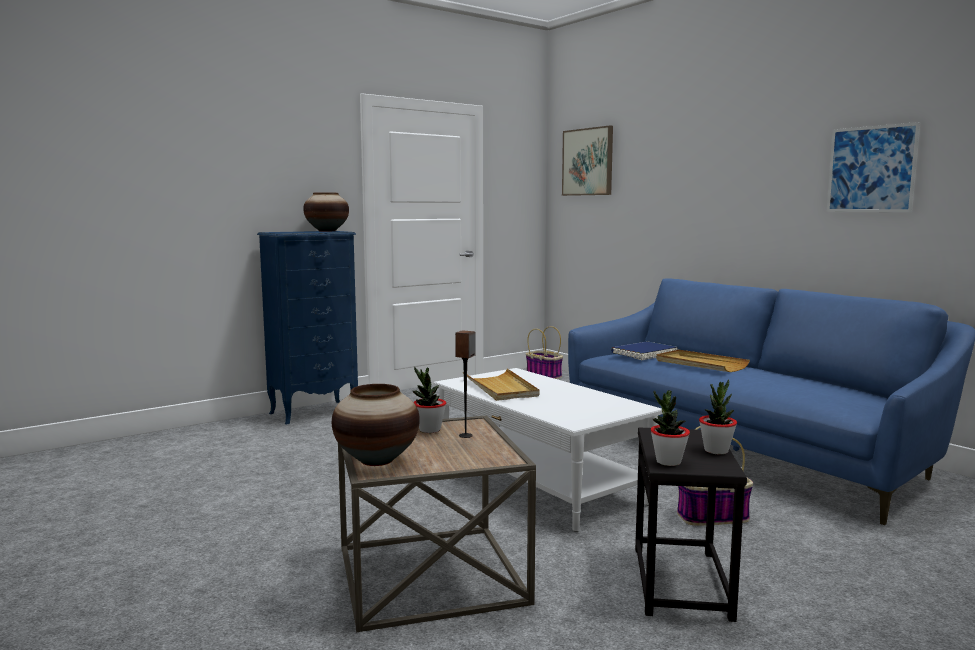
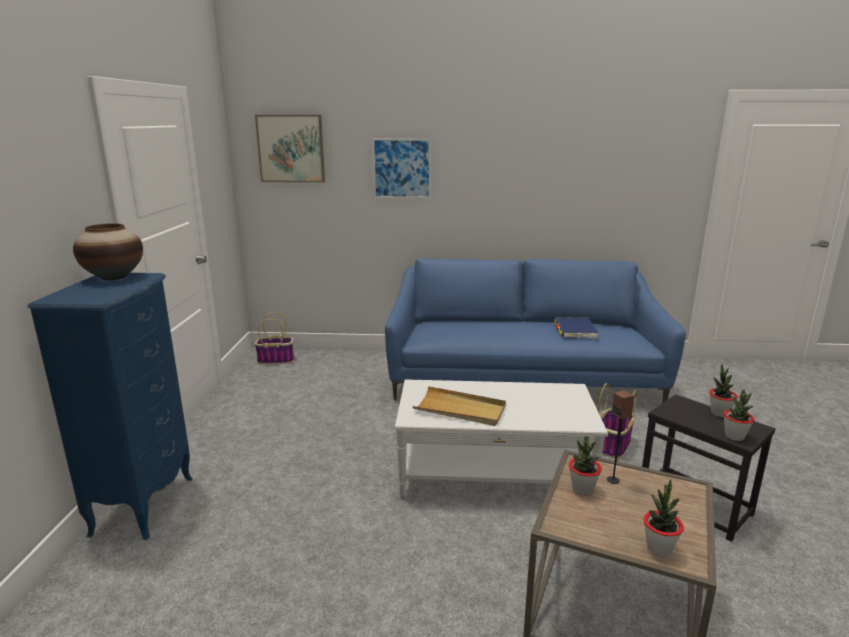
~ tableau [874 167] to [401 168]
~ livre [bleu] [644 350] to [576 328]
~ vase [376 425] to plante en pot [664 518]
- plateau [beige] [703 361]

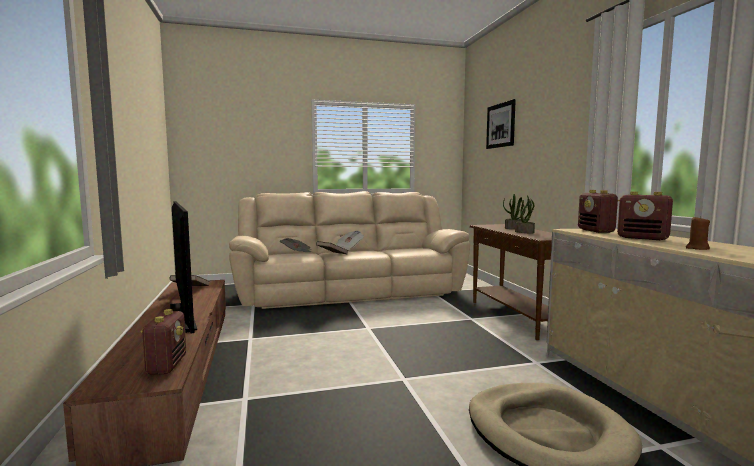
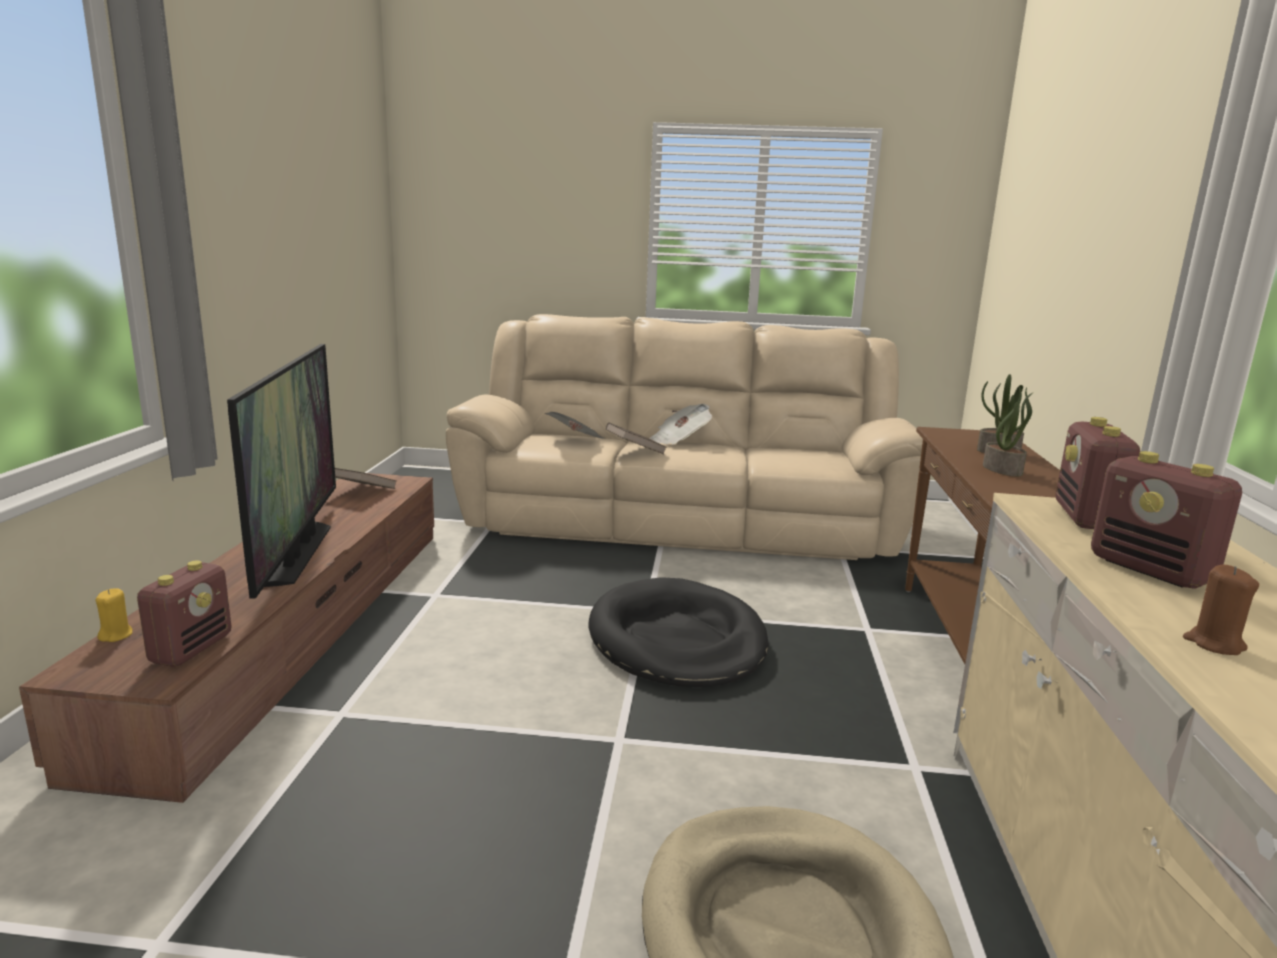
+ bougie [jaune] [114 615]
+ panier pour chien [noir] [679 632]
- tableau [501 124]

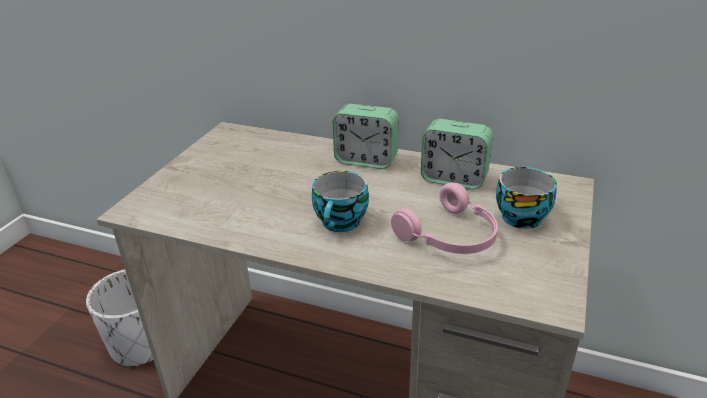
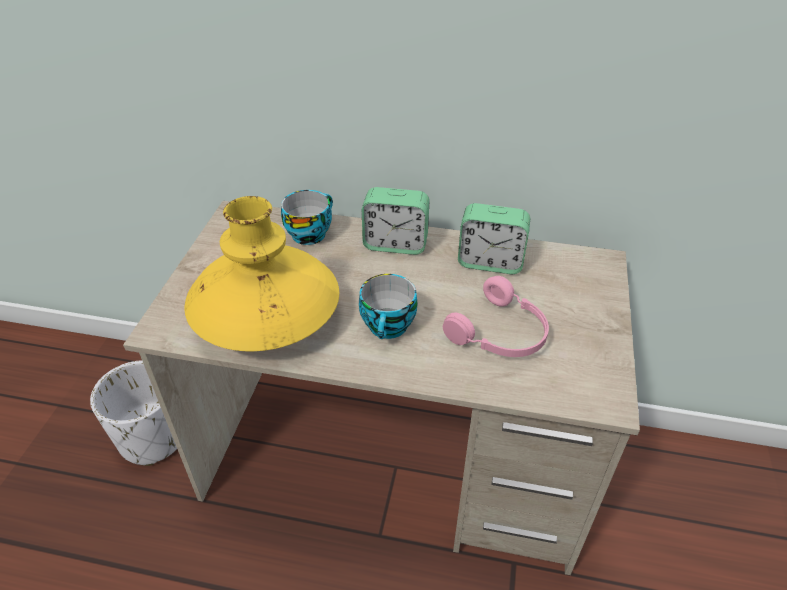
+ vase [jaune] [262 273]
~ tasse [526 198] to [307 217]

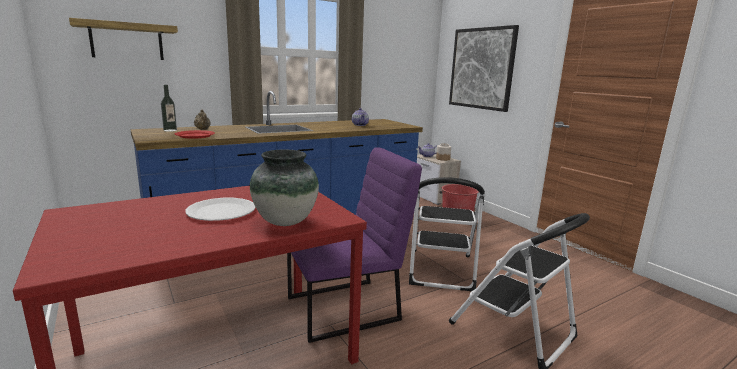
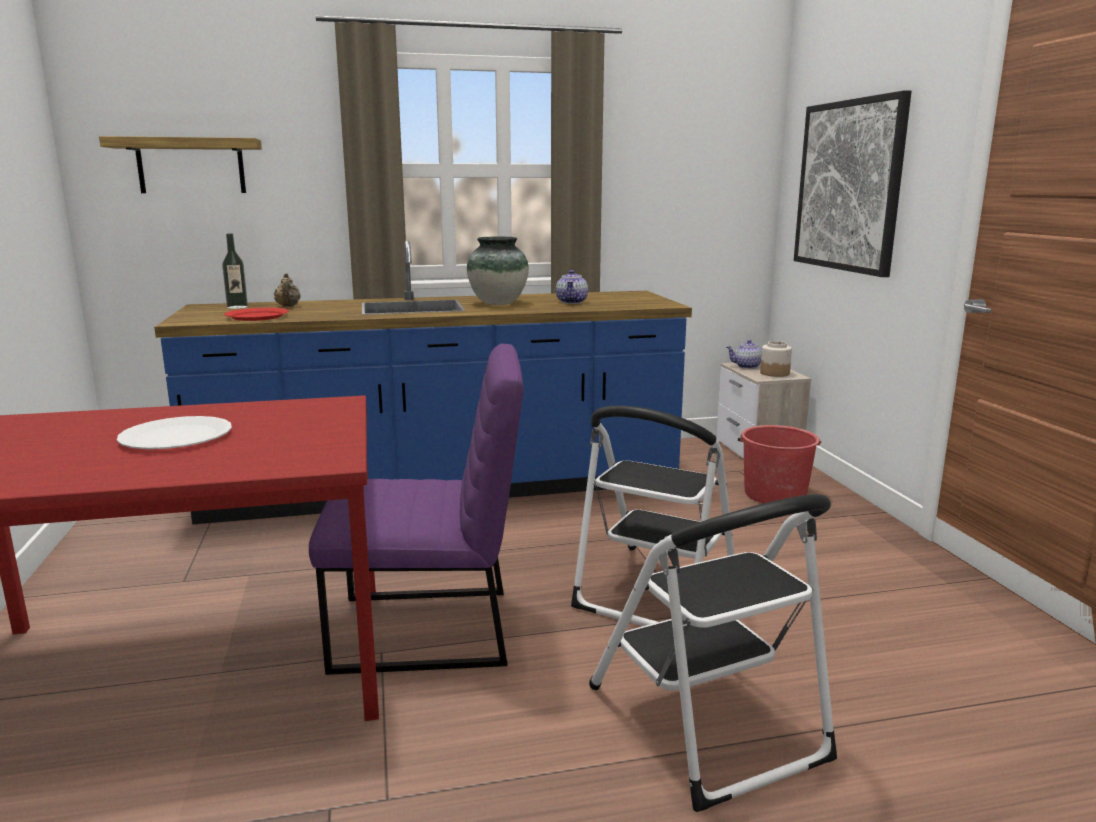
~ vase [284 188] to [498 270]

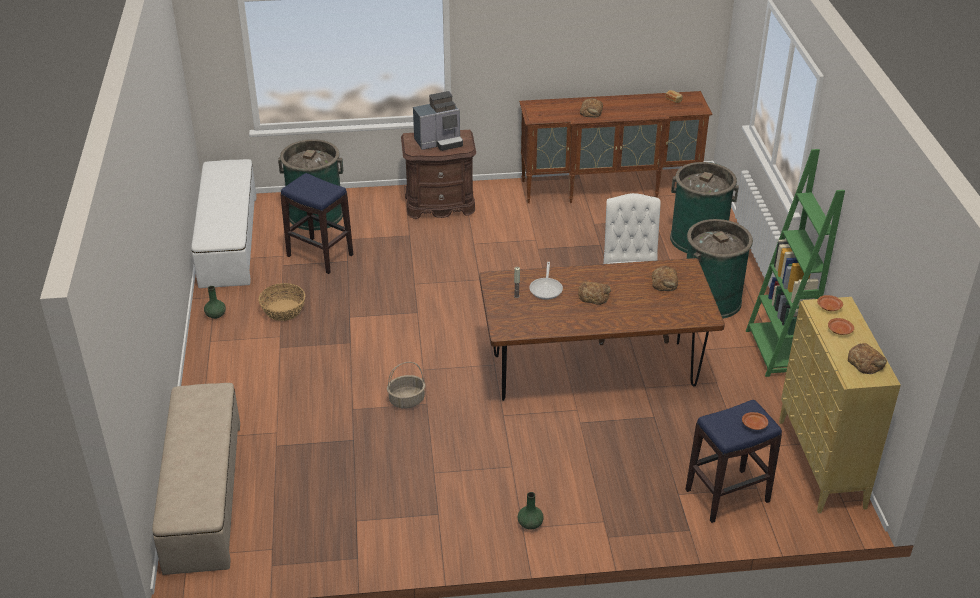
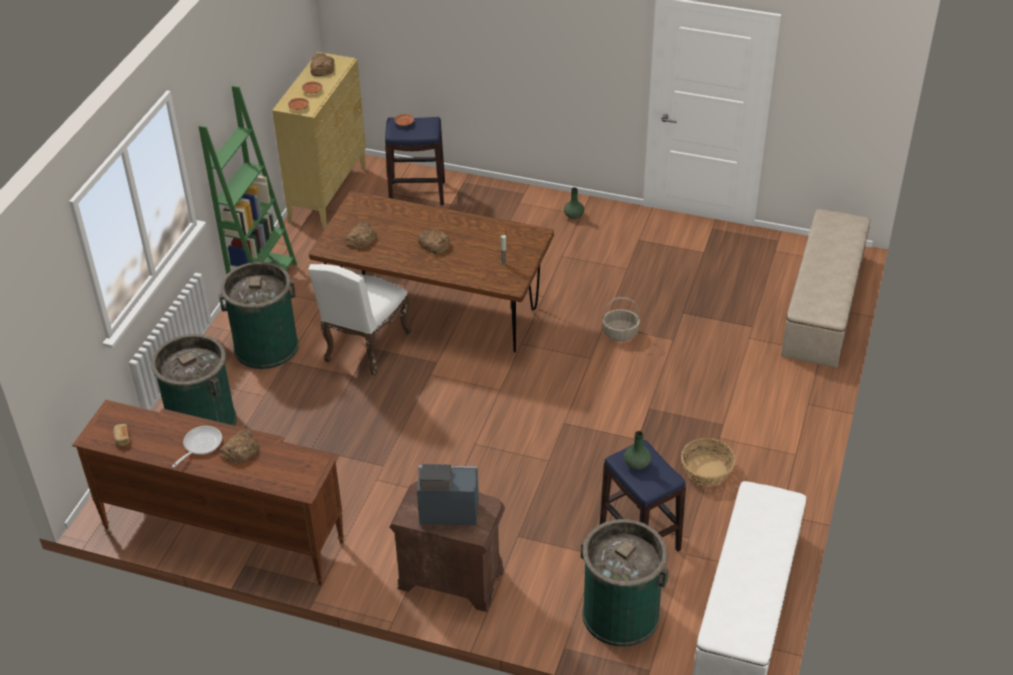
~ poêle [546 281] to [197 447]
~ vase [vert] [215 302] to [637 450]

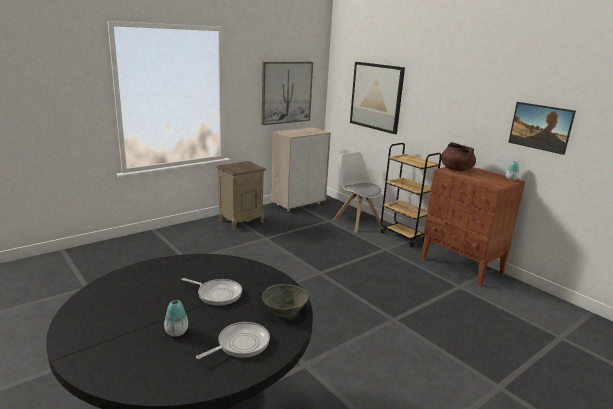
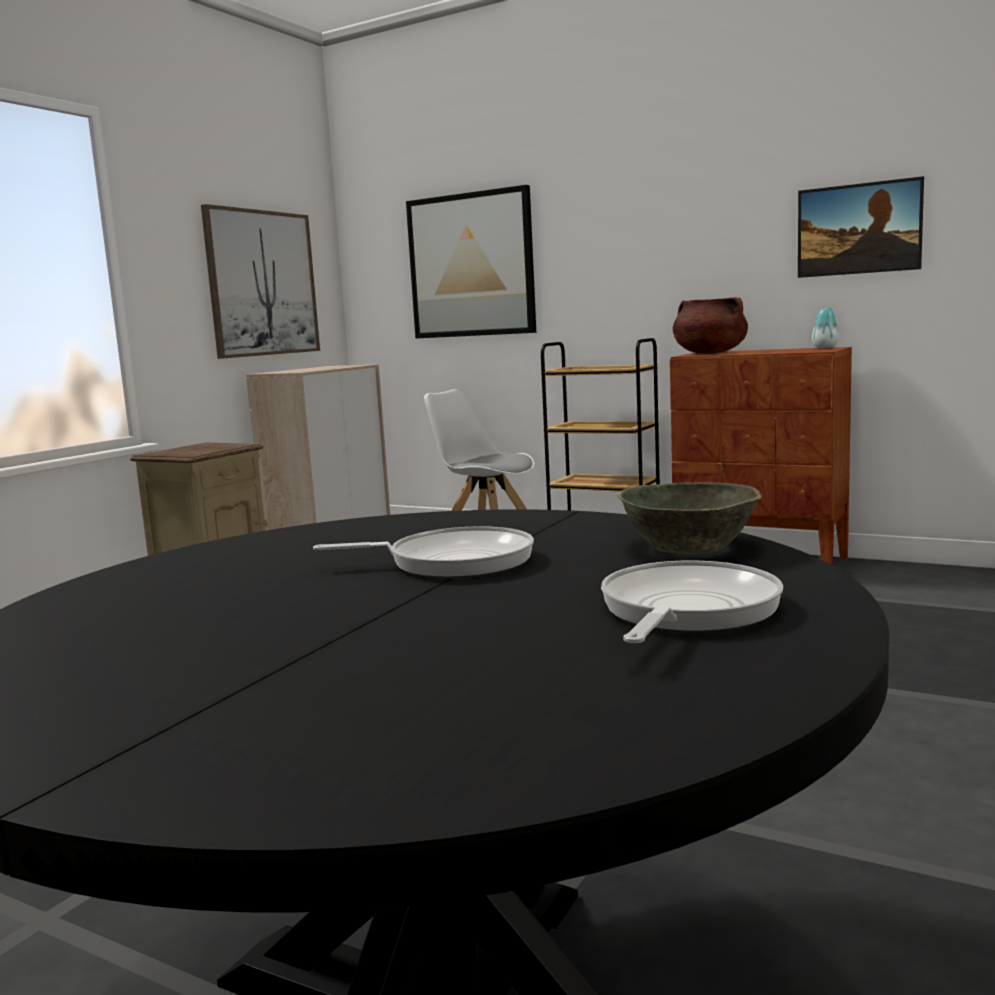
- vase [176 318]

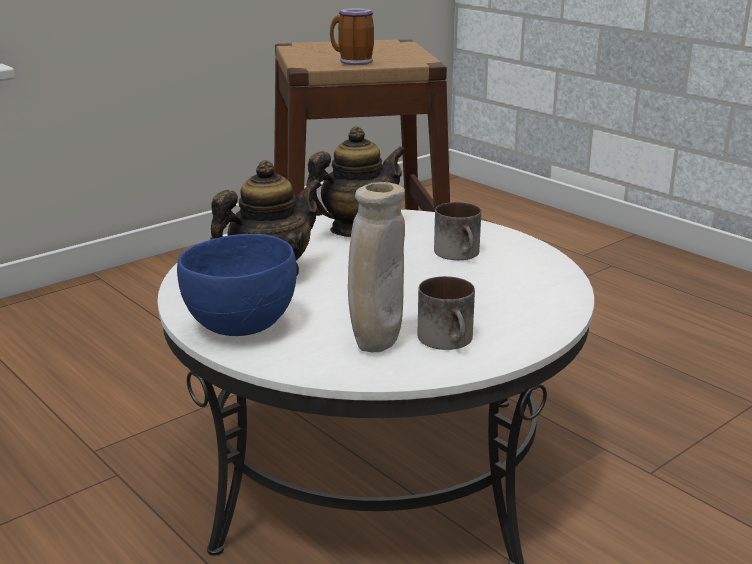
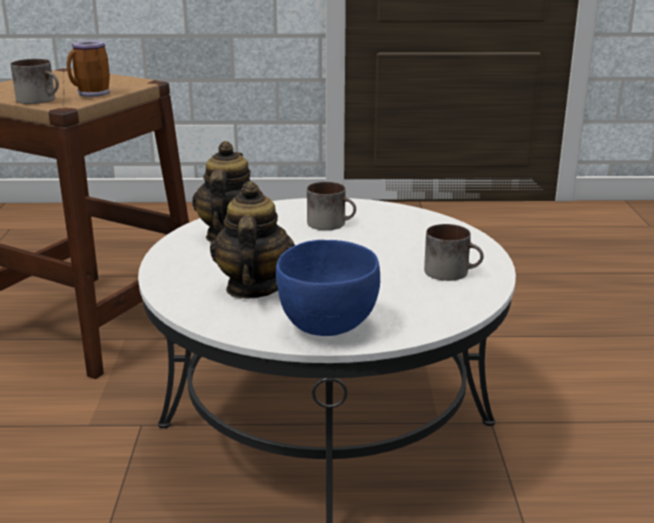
+ mug [35 81]
- vase [beige] [376 267]

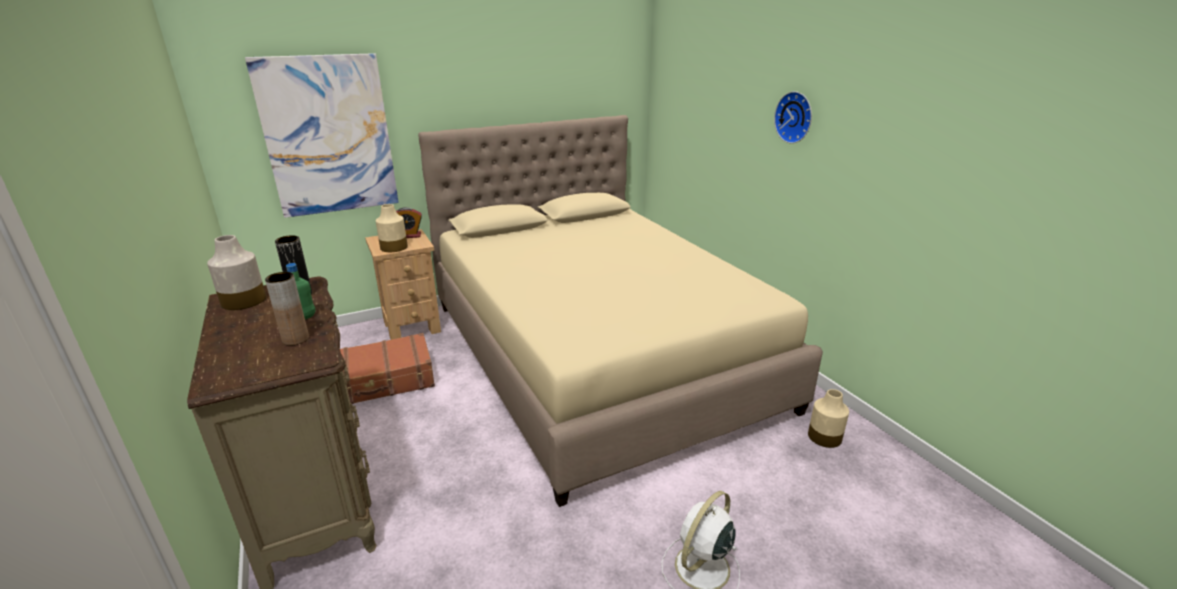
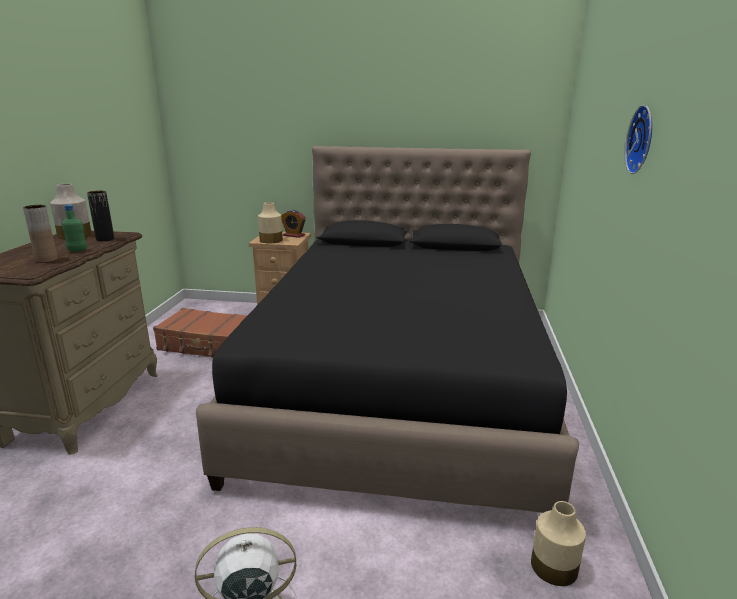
~ lit [beige] [620 311] to lit [noir] [387 329]
- tableau [322 135]

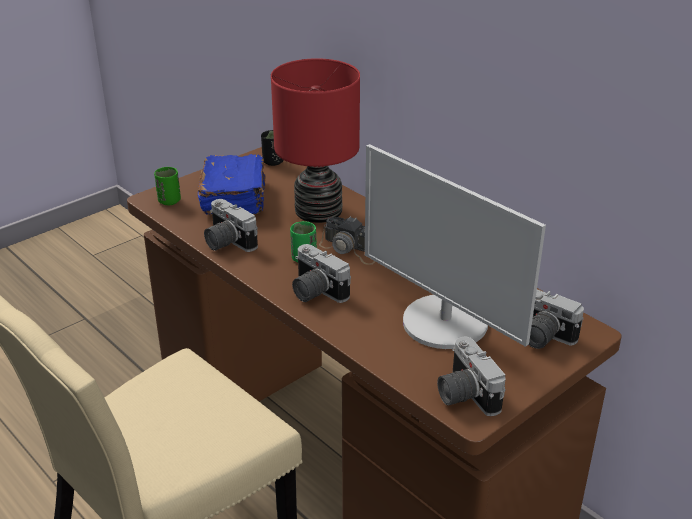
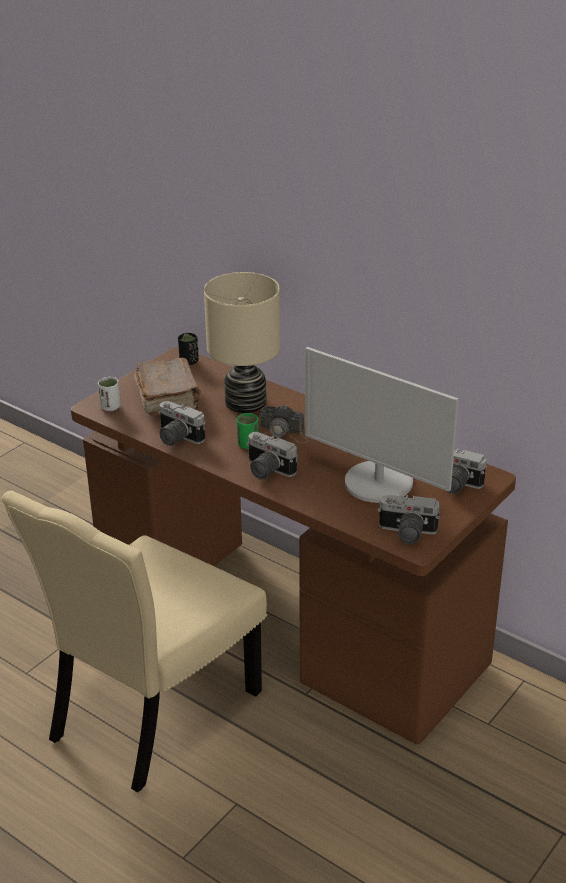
~ tasse [vert] [167 186] to tasse [blanc] [109 394]
~ livre [bleu] [232 184] to livre [marron] [167 386]
~ lampe de table [rouge] [315 140] to lampe de table [beige] [242 342]
~ appareil photo [471 376] = [408 519] 45 degrees counterclockwise

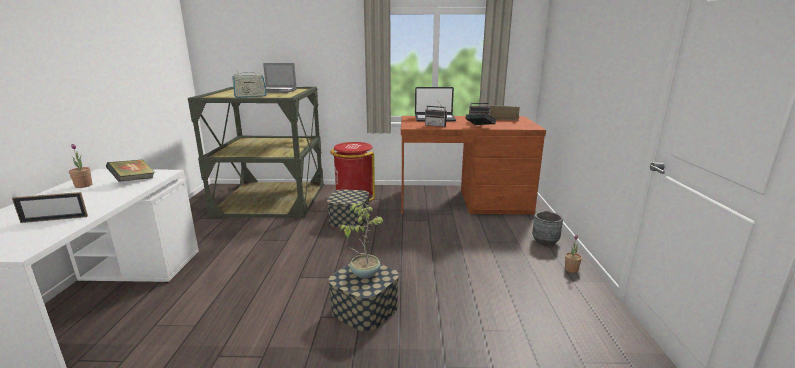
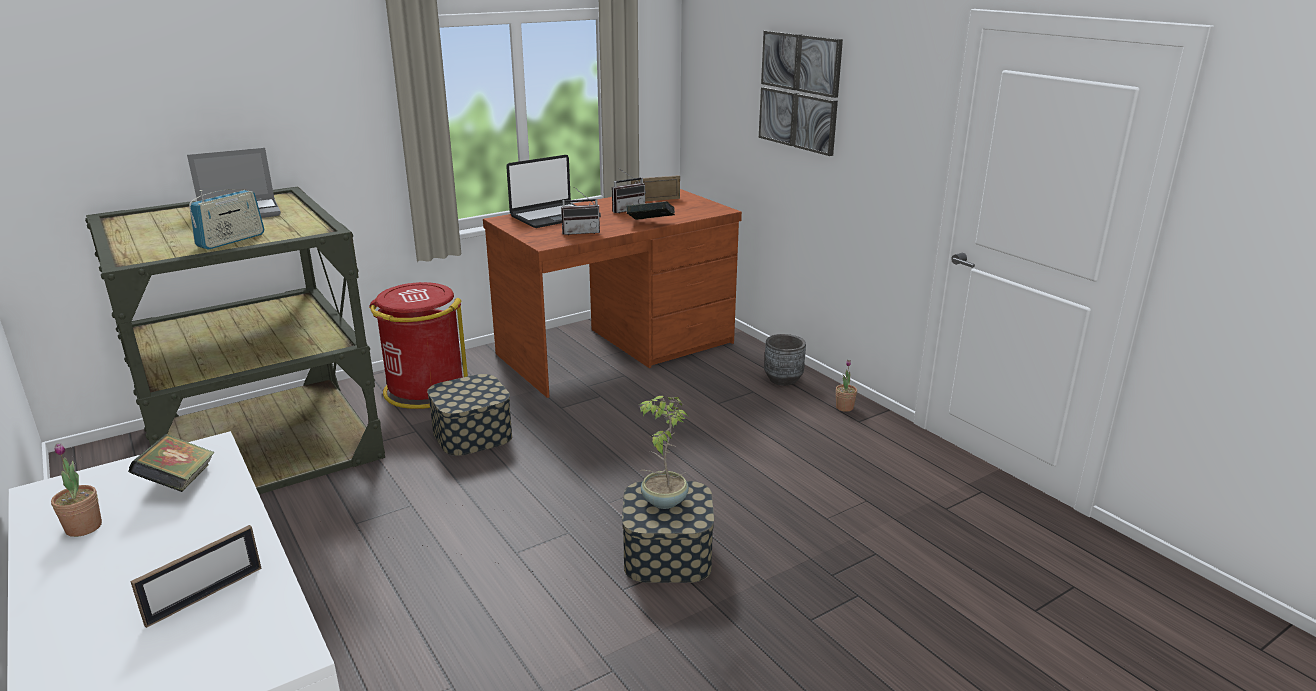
+ tableau [801 93]

